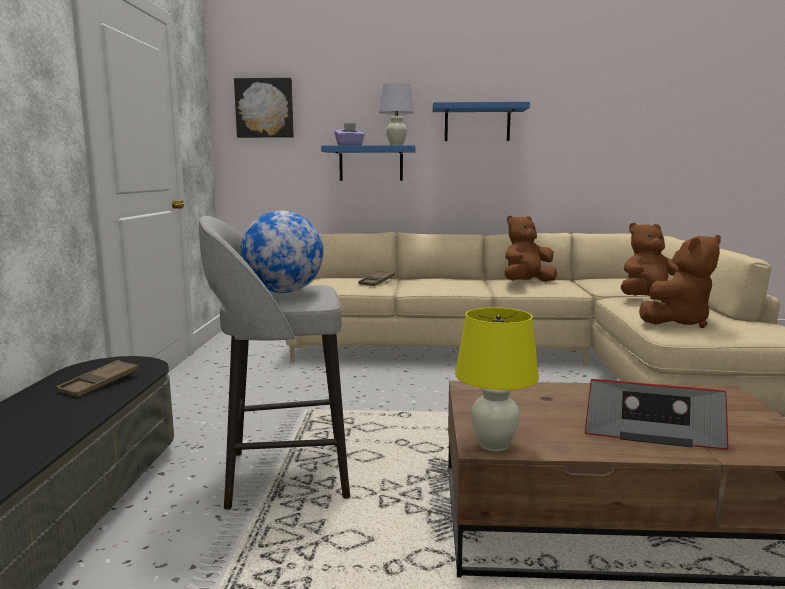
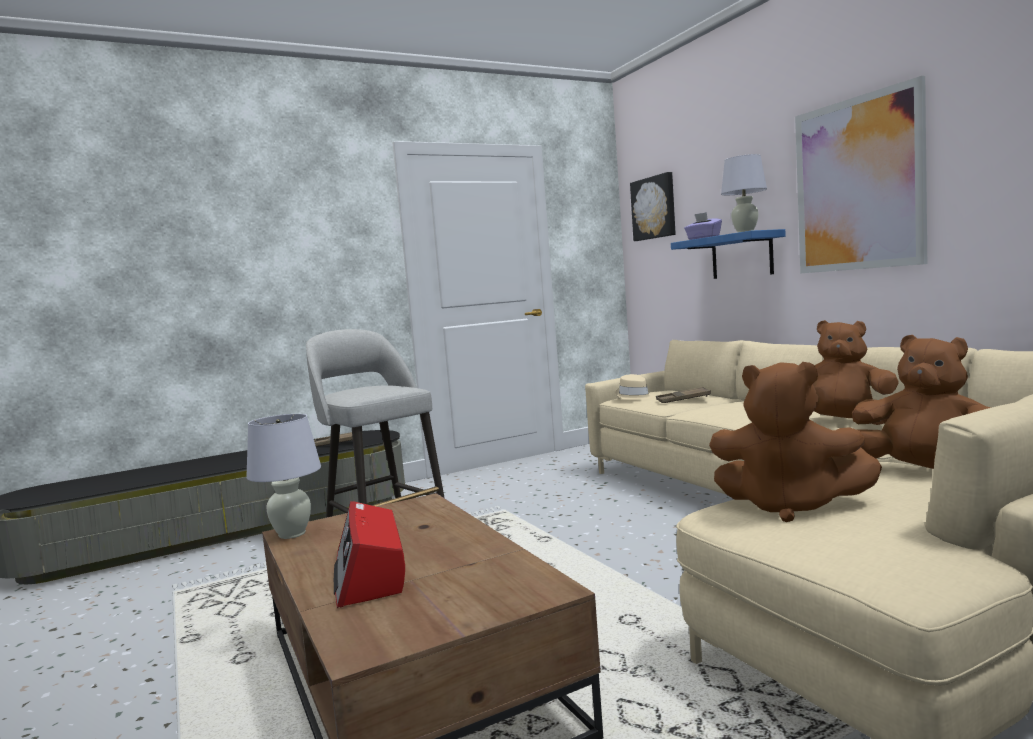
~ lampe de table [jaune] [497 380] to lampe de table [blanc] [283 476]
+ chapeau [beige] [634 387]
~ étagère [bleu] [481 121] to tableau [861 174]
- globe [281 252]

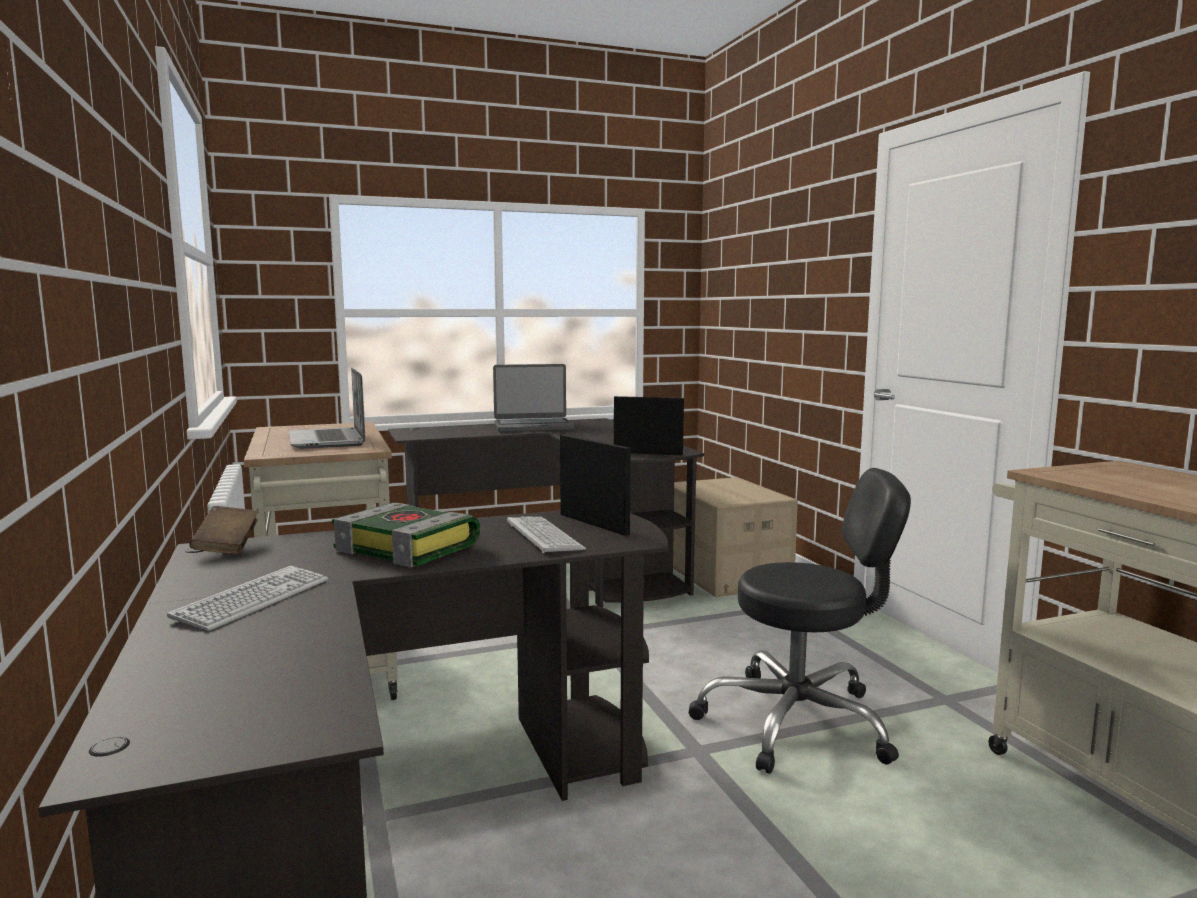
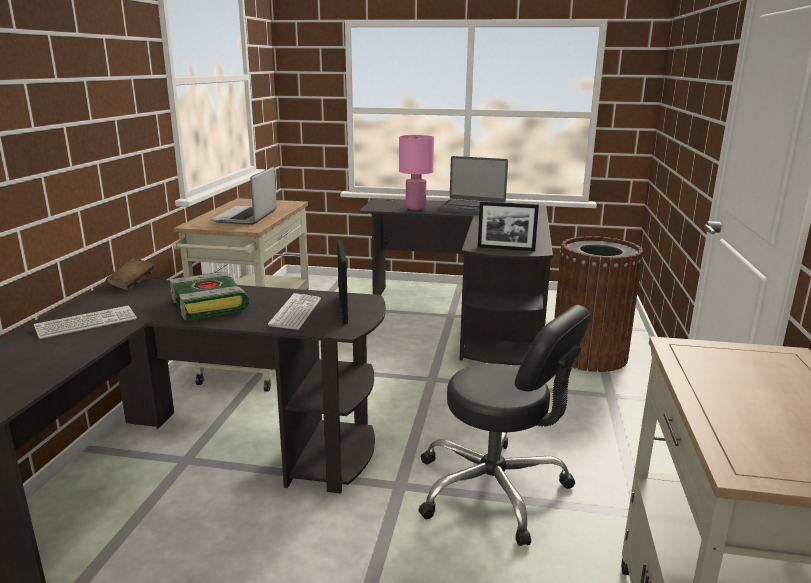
+ lampe de table [rose] [416 172]
~ cadre photo [649 425] = [508 226] 150 degrees clockwise
~ carton [735 537] to poubelle [marron] [598 304]

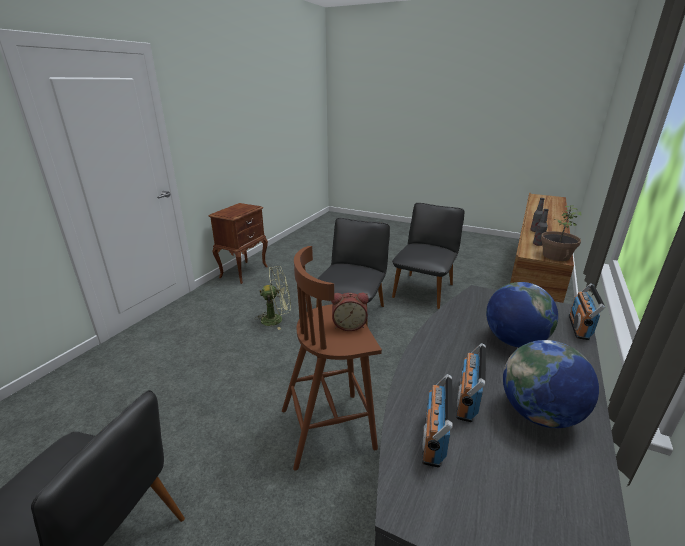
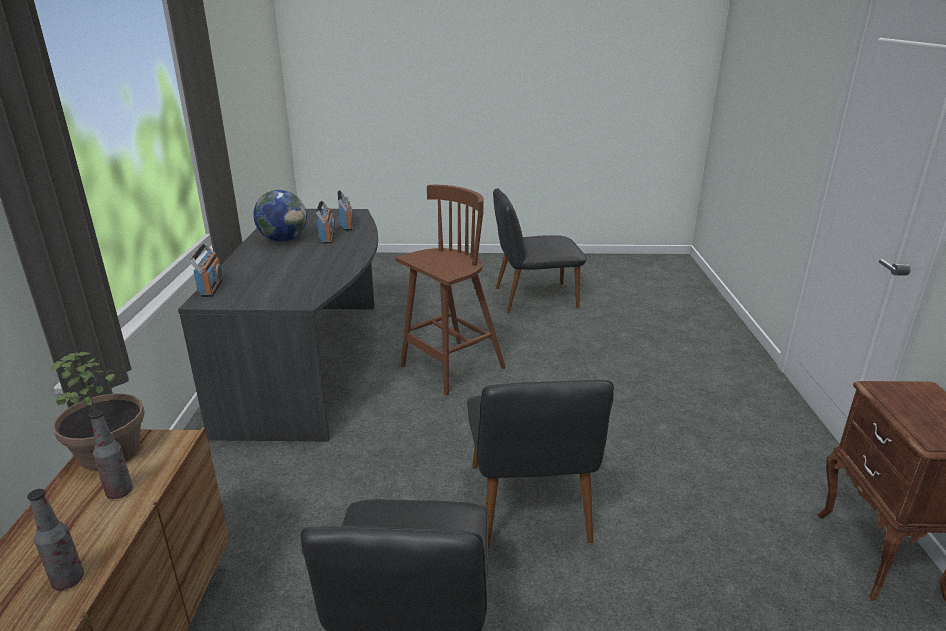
- ventilateur [vert] [273 298]
- réveil [350 312]
- globe [522 314]

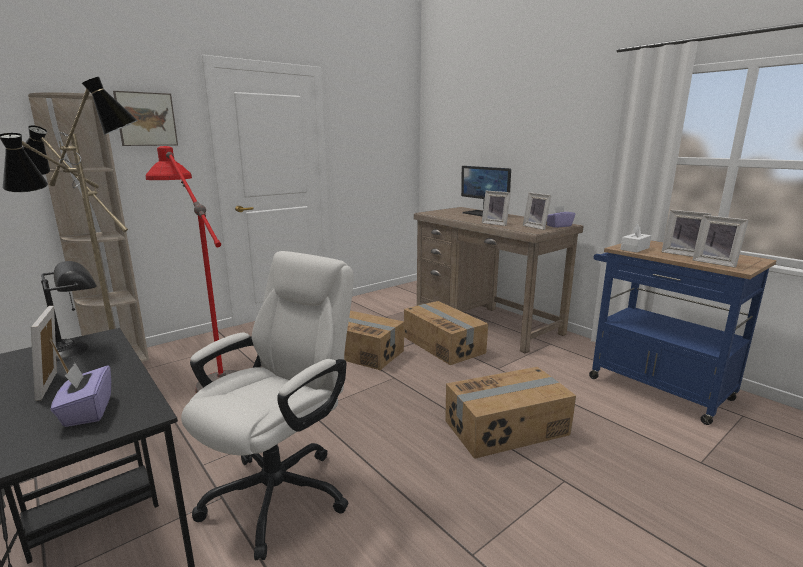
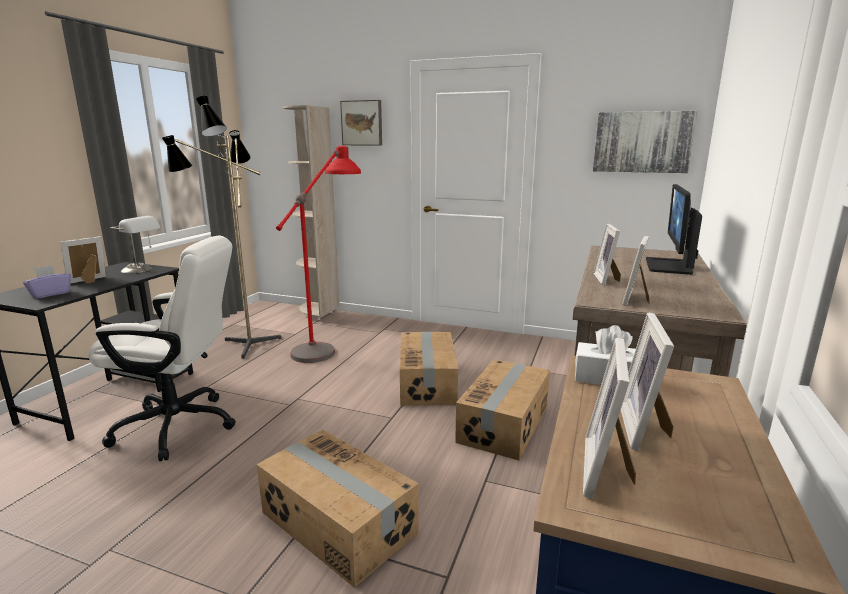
~ lampe de table [noir] [69 311] to lampe de table [blanc] [135 244]
+ tableau [645 142]
- boîte à mouchoirs [violet] [561 217]

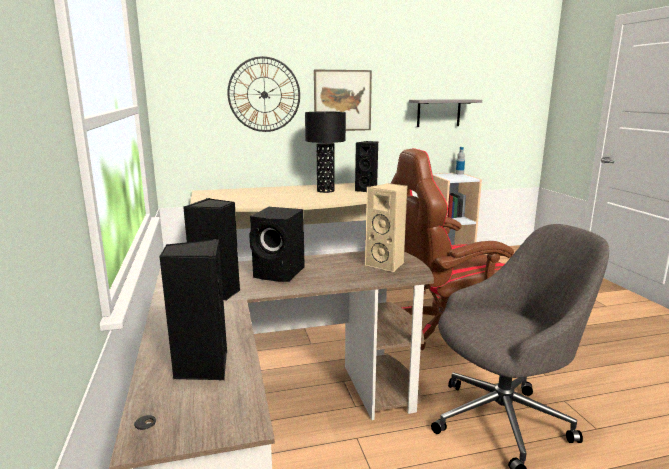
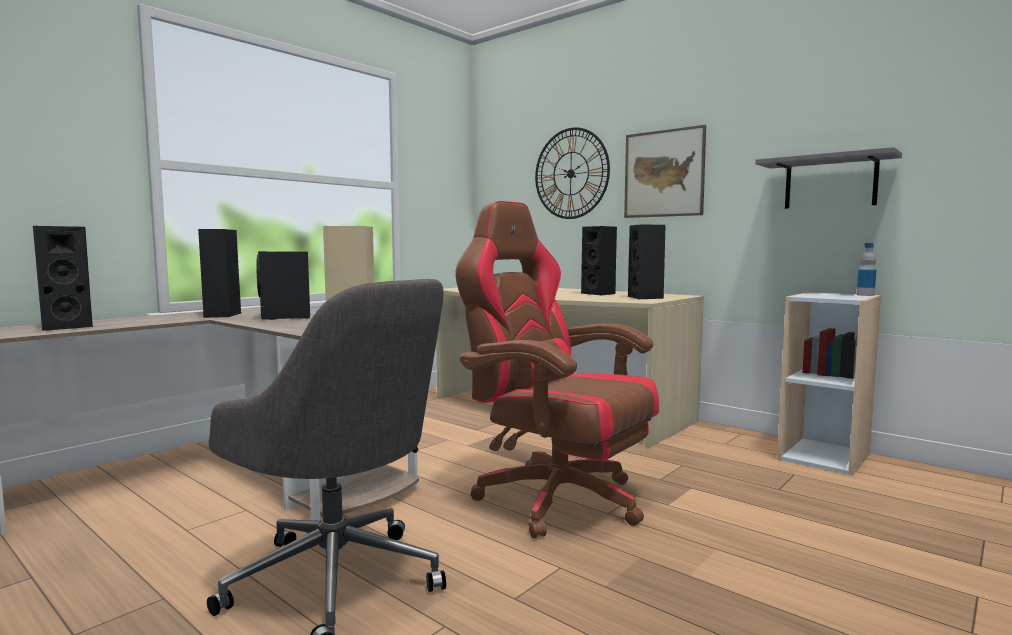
~ lampe de table [noir] [325 152] to enceinte [noir] [599 260]

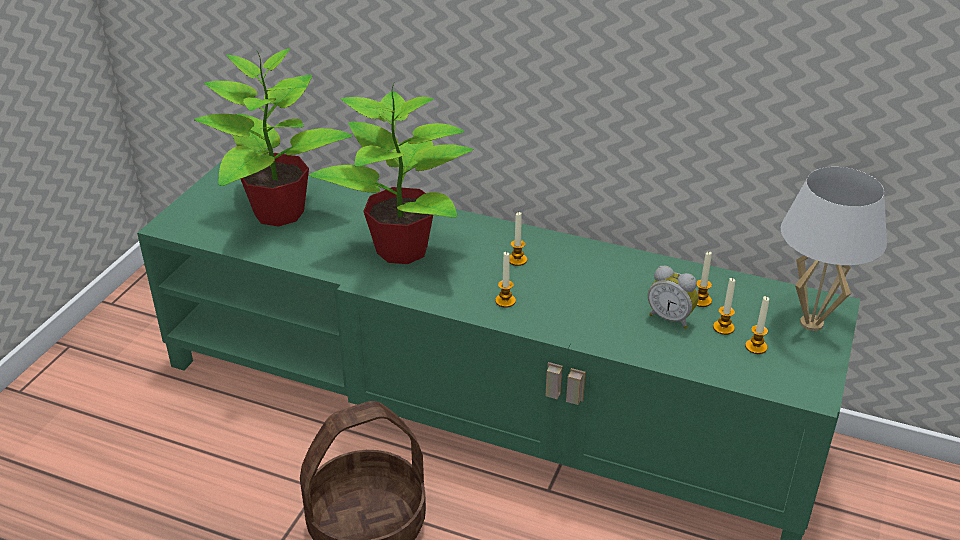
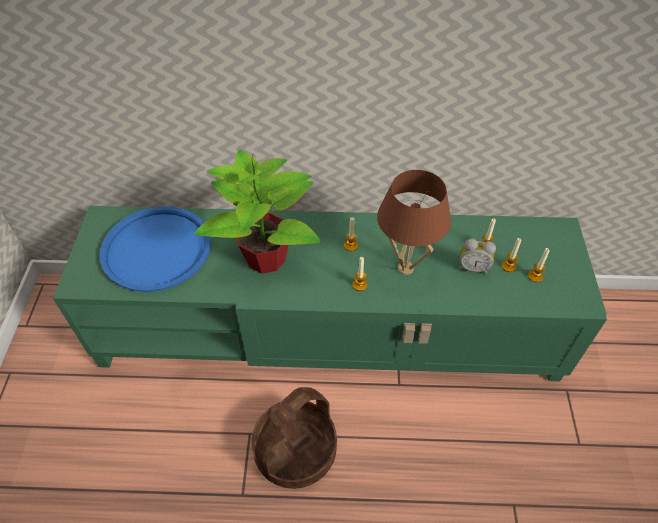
~ plante en pot [273 137] to plateau [bleu] [155 249]
+ lampe de table [marron] [414 222]
- lampe de table [blanc] [834 249]

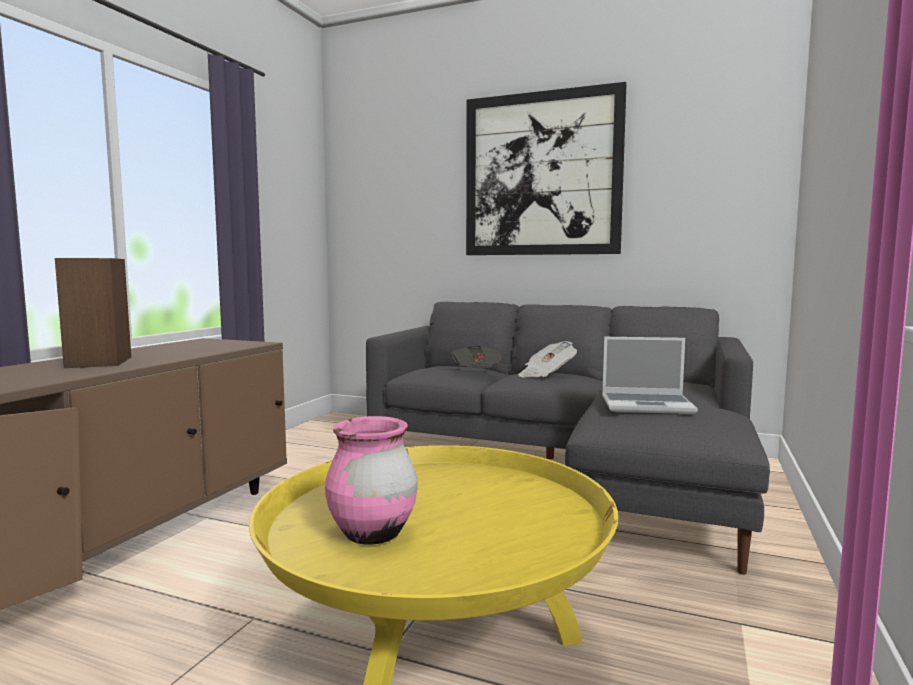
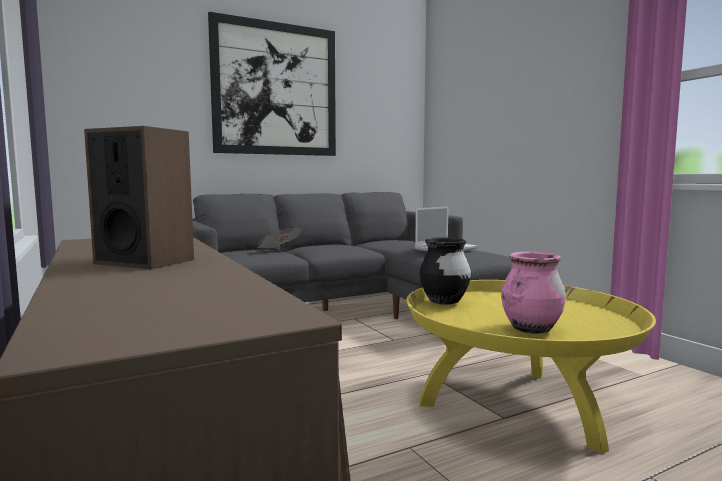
+ vase [noir] [445 271]
- journal [547 359]

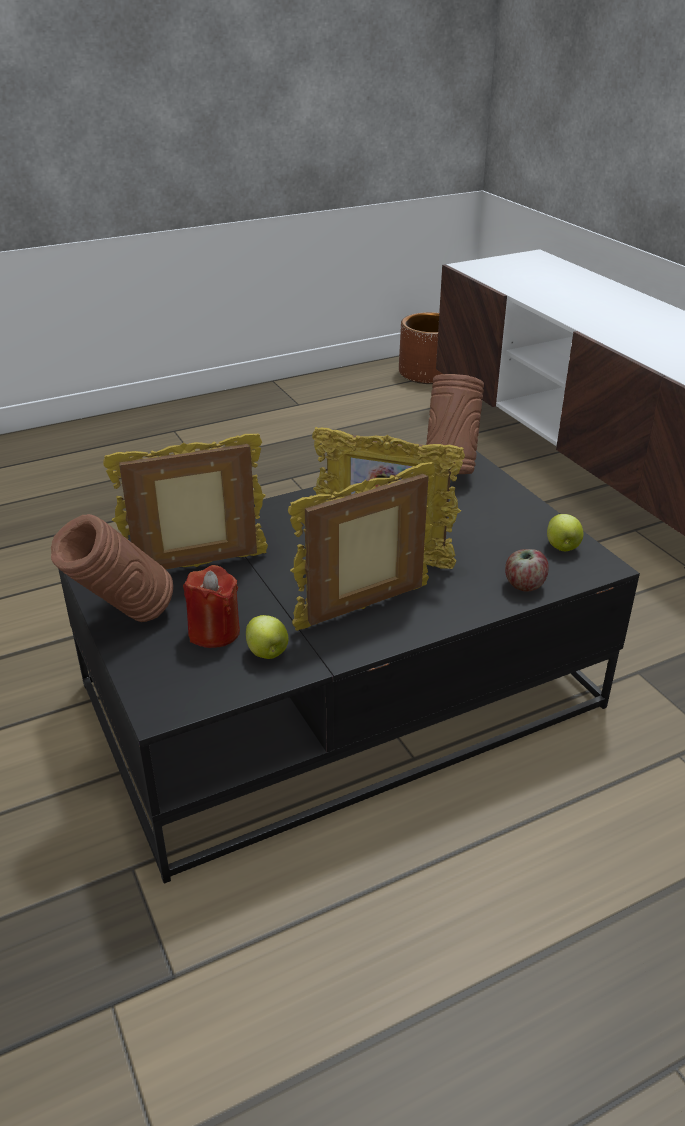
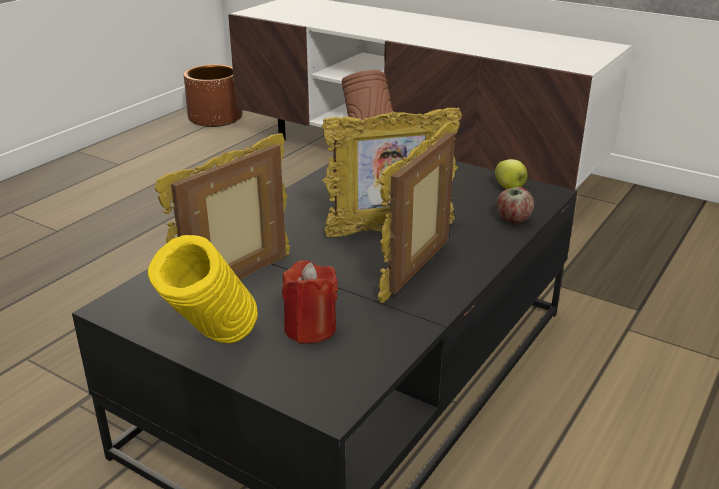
~ vase [marron] [112 568] to vase [jaune] [203 289]
- pomme [267 637]

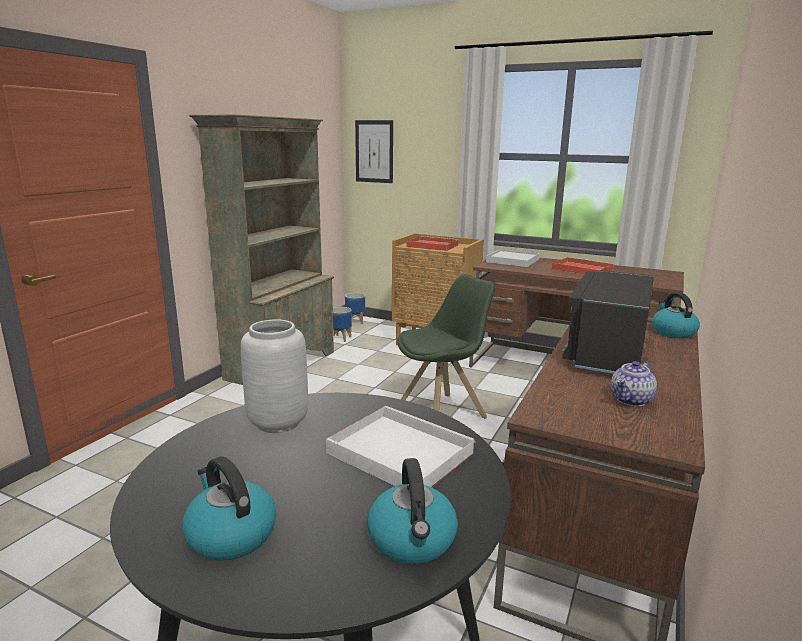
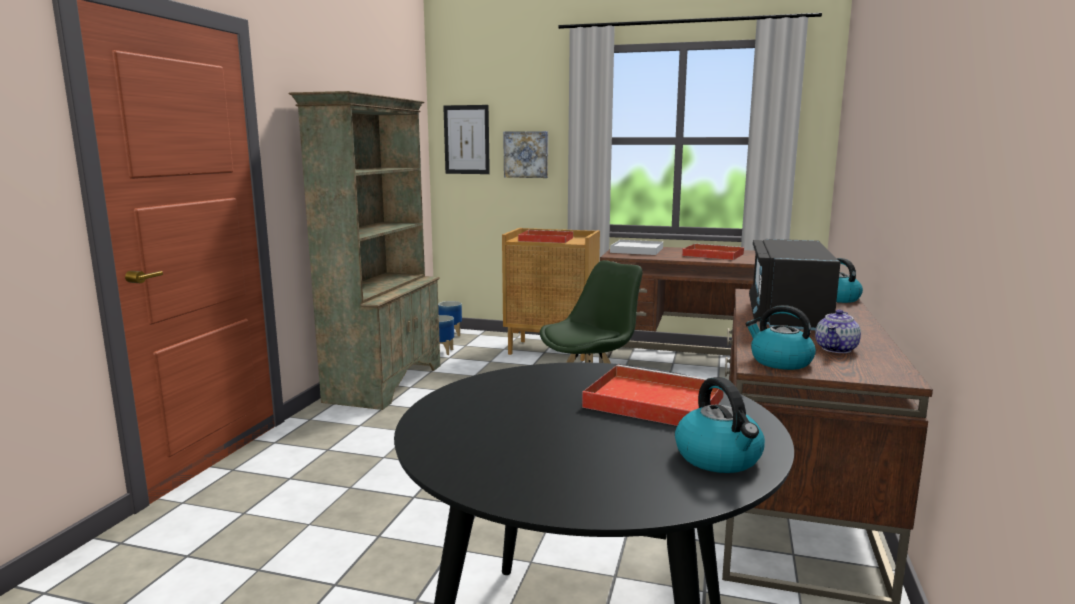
+ tableau [525 154]
~ plateau [blanc] [401 446] to plateau [rouge] [653 395]
~ bouilloire [229 509] to [780 337]
- vase [gris] [274 376]

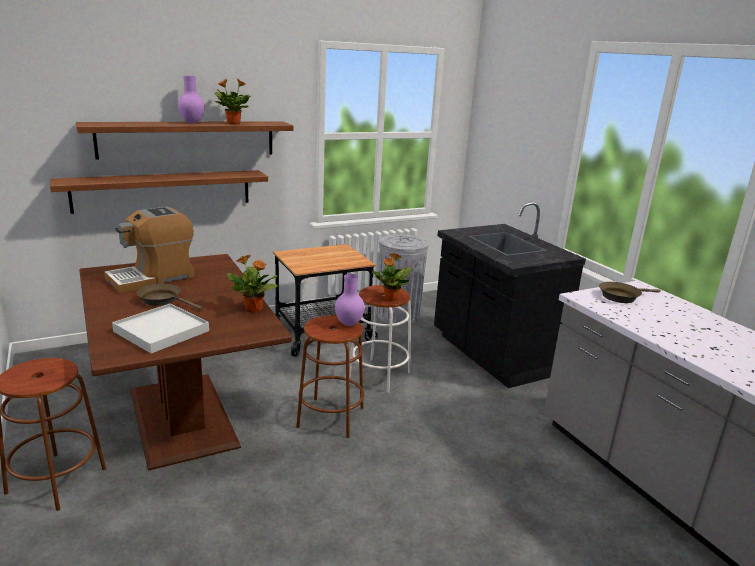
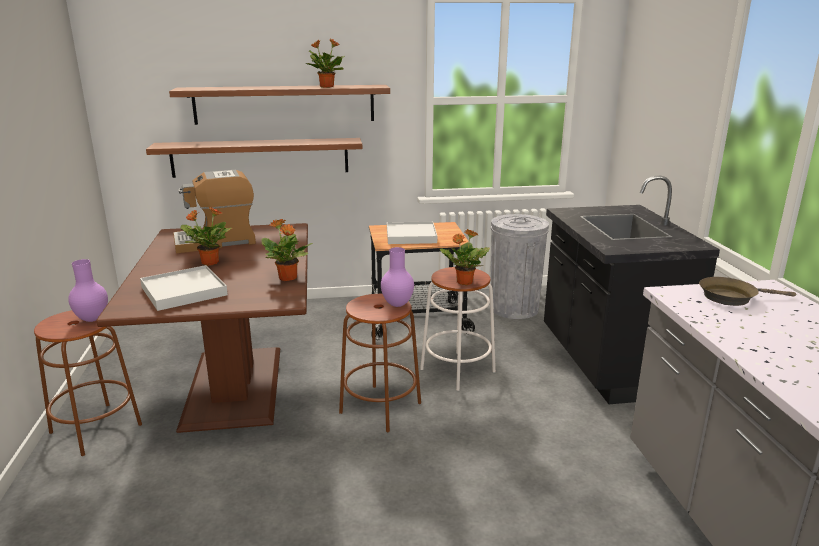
~ vase [violet] [191 99] to [88 290]
~ poêle [marron] [169 297] to plante en pot [206 236]
+ plateau [blanc] [412 232]

